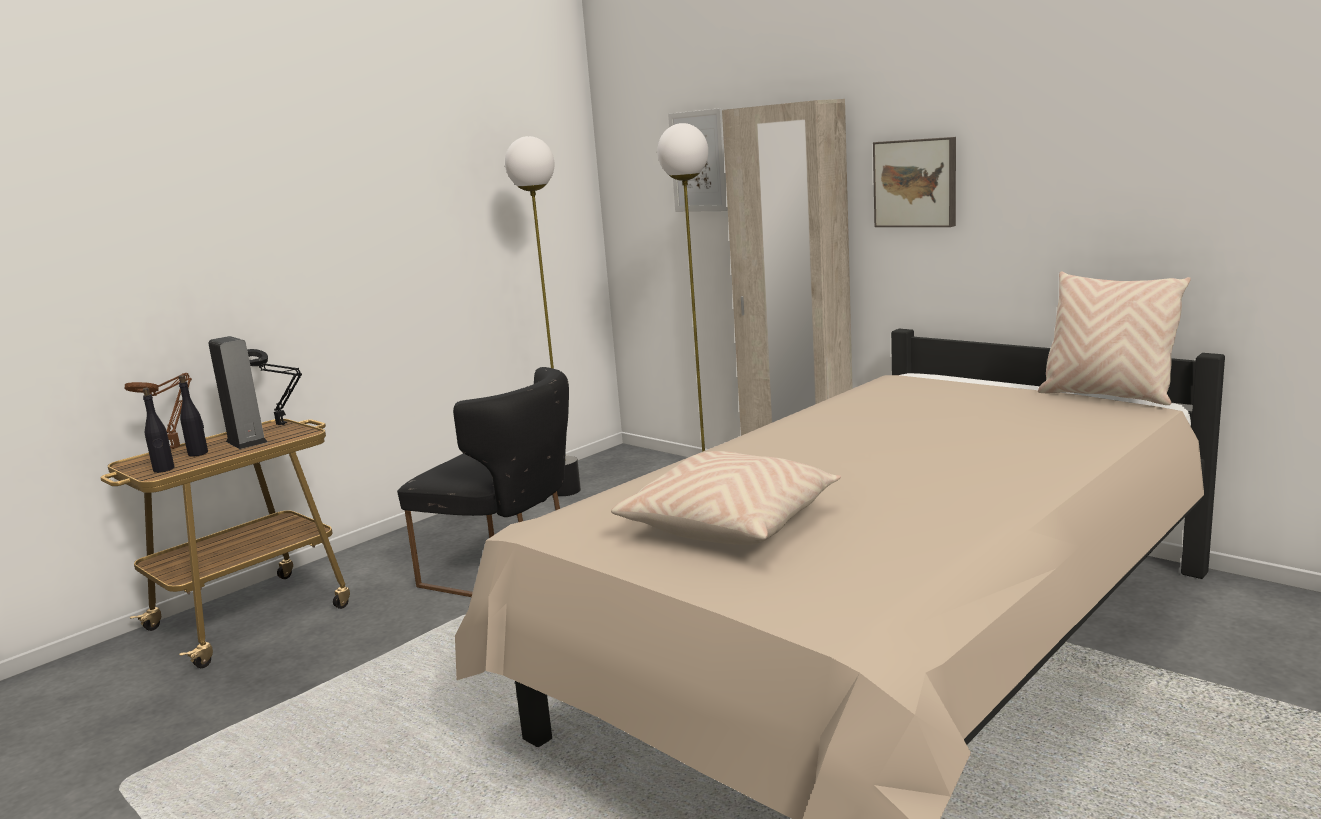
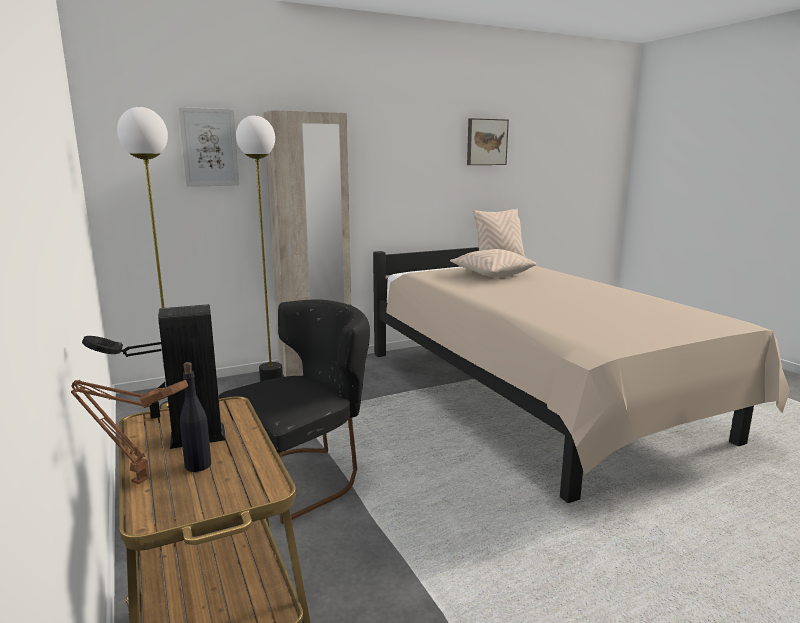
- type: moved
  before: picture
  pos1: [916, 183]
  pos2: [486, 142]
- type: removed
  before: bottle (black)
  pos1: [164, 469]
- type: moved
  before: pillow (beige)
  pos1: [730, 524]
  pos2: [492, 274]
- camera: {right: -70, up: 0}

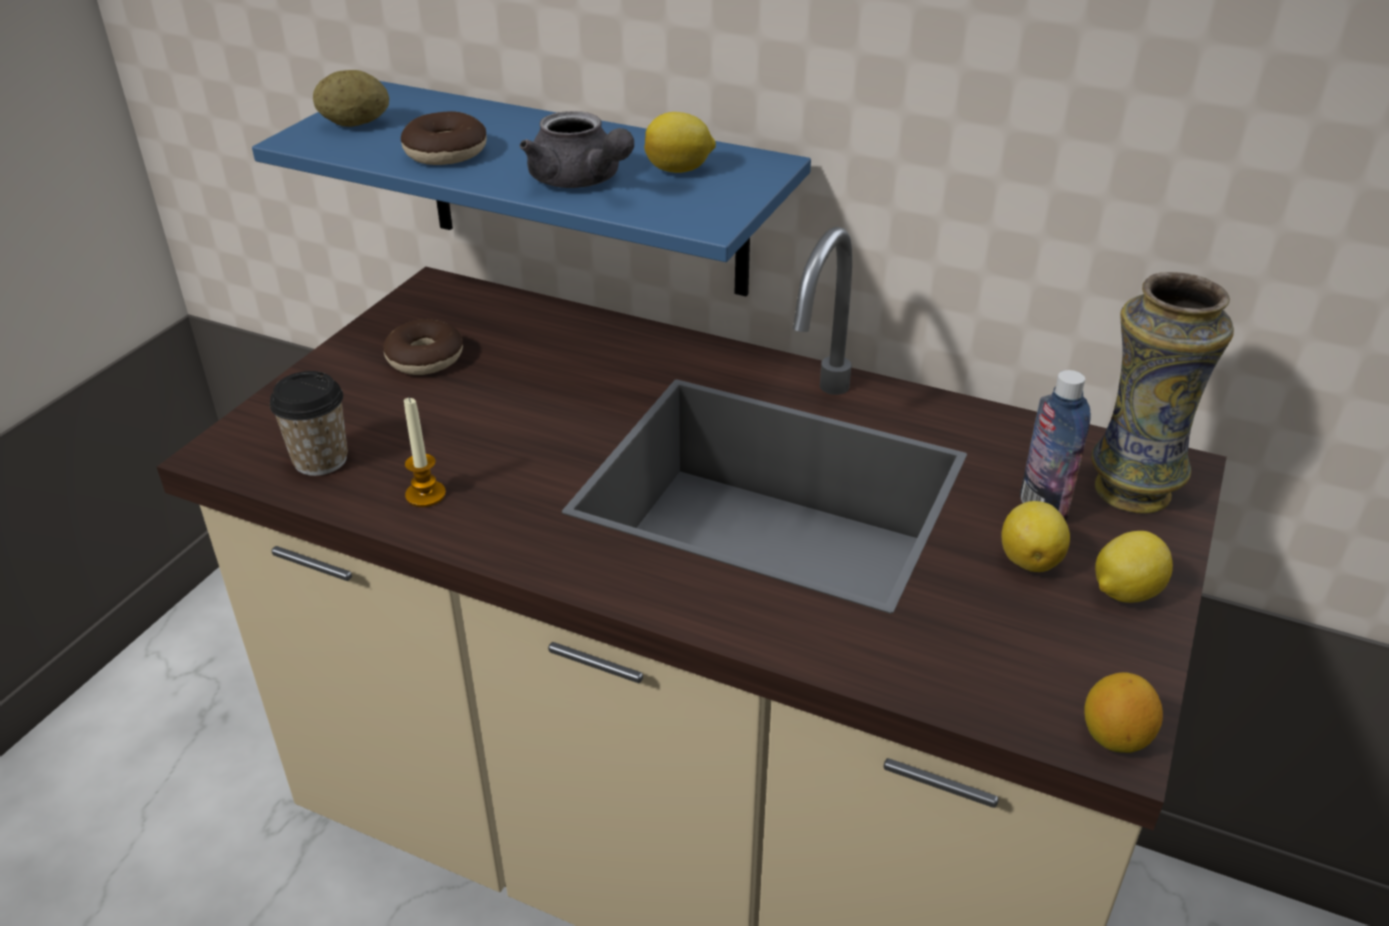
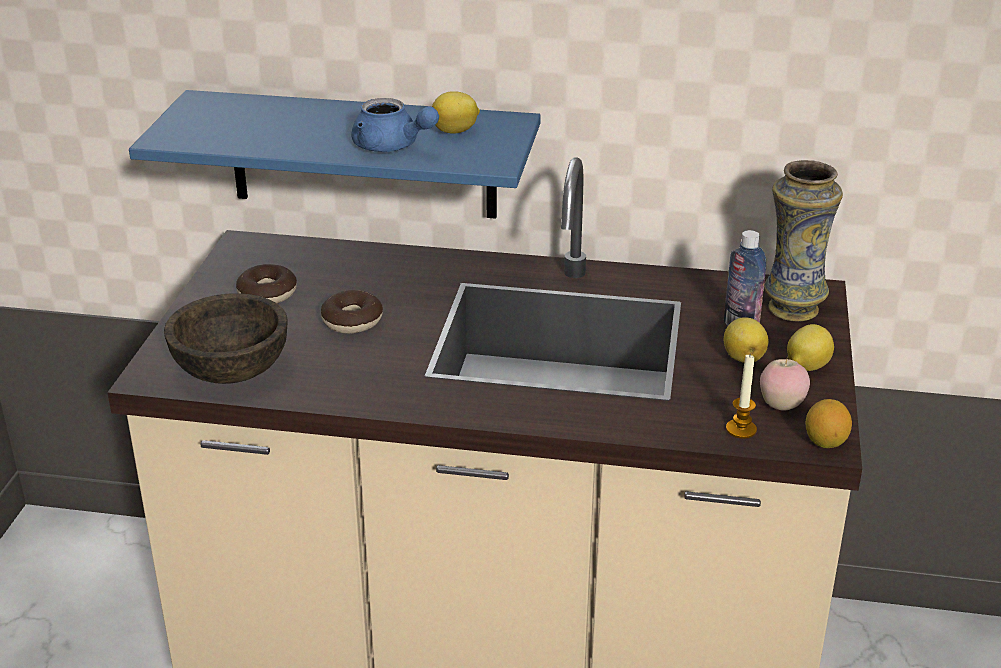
- type: removed
  before: potato
  pos1: [355, 124]
- type: moved
  before: donut
  pos1: [446, 152]
  pos2: [352, 321]
- type: recoloured
  before: teapot (grey)
  after: teapot (blue)
  pos1: [580, 181]
  pos2: [392, 146]
- type: replaced
  before: cup
  after: bowl (brown)
  pos1: [320, 460]
  pos2: [231, 370]
- type: moved
  before: candle
  pos1: [425, 495]
  pos2: [741, 429]
- type: added
  after: apple
  pos2: [781, 406]
- camera: {right: -15, up: -5}

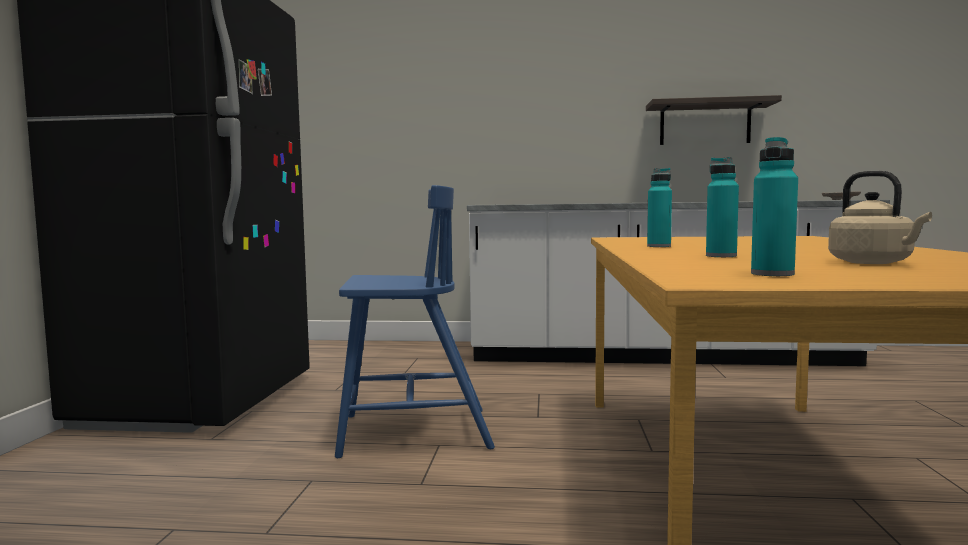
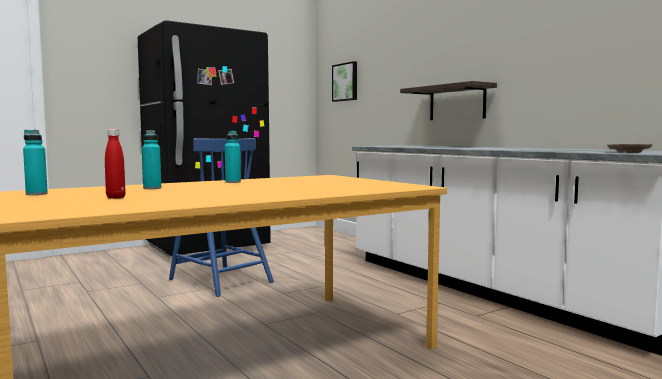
- type: moved
  before: shelf
  pos1: [705, 124]
  pos2: [457, 103]
- type: replaced
  before: kettle (beige)
  after: bottle (red)
  pos1: [874, 263]
  pos2: [116, 197]
- type: added
  after: picture
  pos2: [346, 82]
- camera: {right: 50, up: 0}

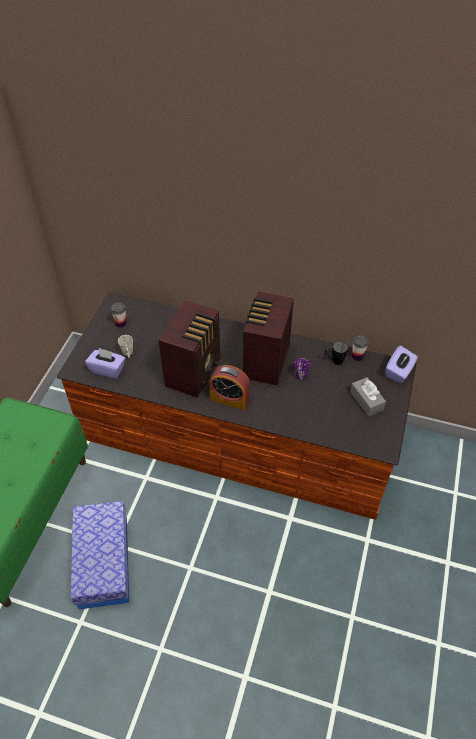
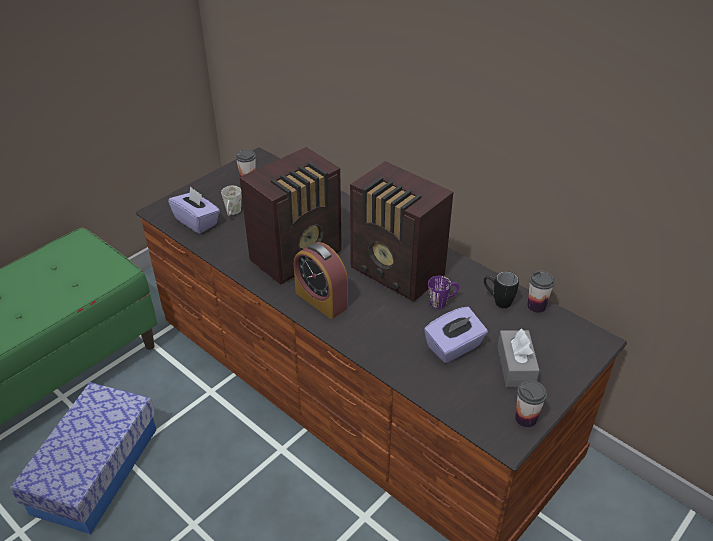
- type: turned
  before: radio
  pos1: [265, 362]
  pos2: [397, 273]
  turn: -90
- type: moved
  before: tissue box (purple)
  pos1: [399, 372]
  pos2: [454, 347]
- type: added
  after: cup
  pos2: [525, 418]
- camera: {right: 25, up: -10}

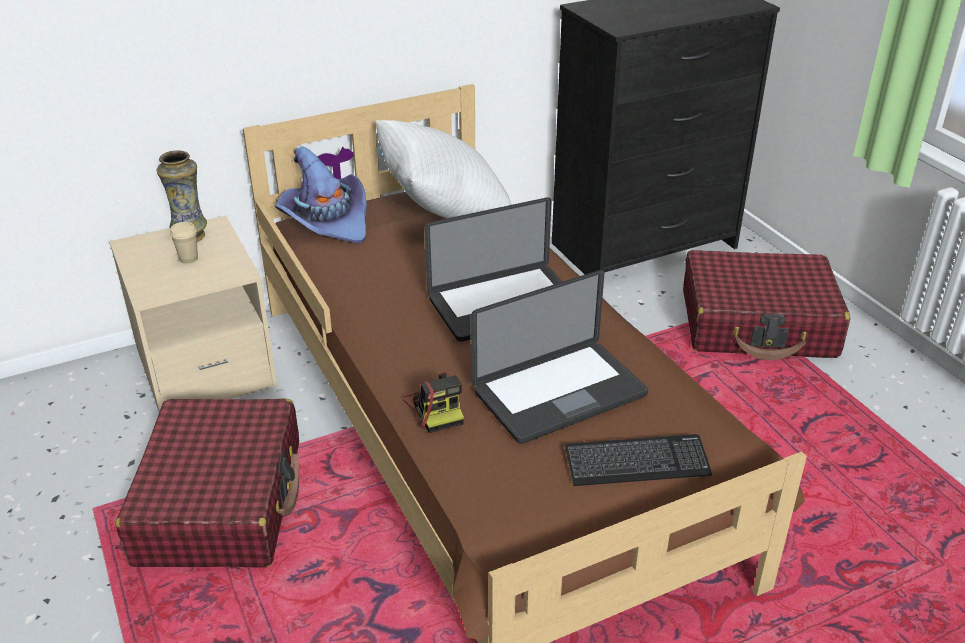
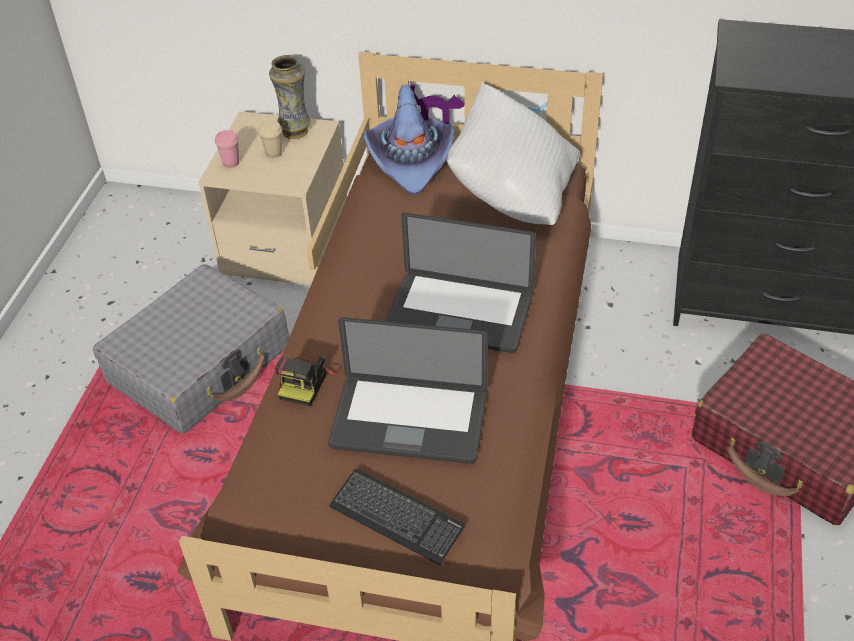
- type: recoloured
  before: suitcase (red)
  after: suitcase (grey)
  pos1: [221, 501]
  pos2: [200, 364]
- type: added
  after: cup (pink)
  pos2: [231, 163]
- camera: {right: 40, up: 10}

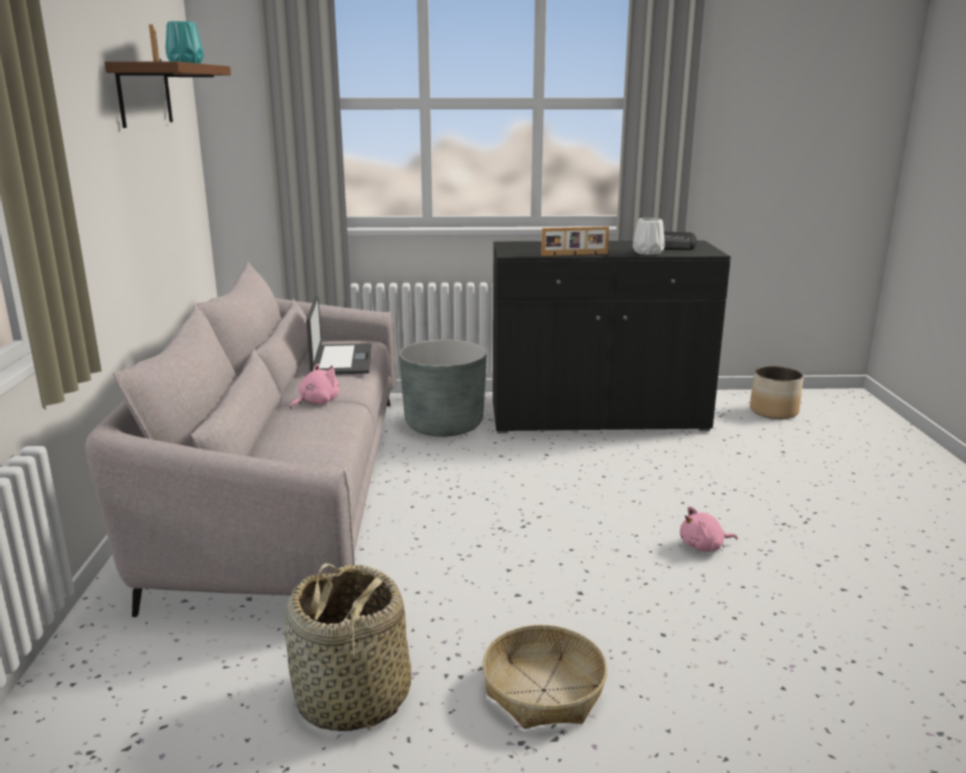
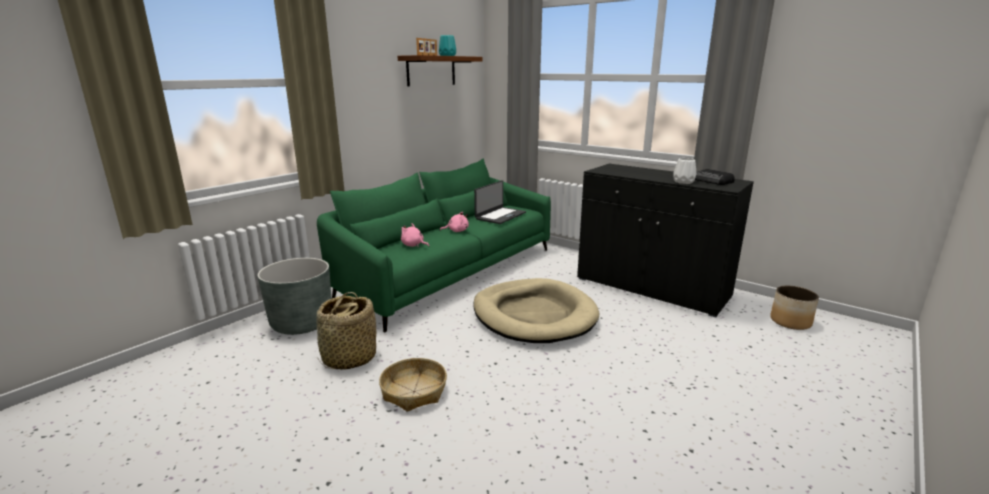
- type: removed
  before: picture frame
  pos1: [575, 254]
- type: recoloured
  before: sofa (grey)
  after: sofa (green)
  pos1: [287, 488]
  pos2: [447, 272]
- type: moved
  before: planter (grey)
  pos1: [444, 425]
  pos2: [302, 323]
- type: moved
  before: plush toy (pink)
  pos1: [704, 546]
  pos2: [413, 245]
- type: added
  after: dog bed (beige)
  pos2: [534, 315]
- camera: {right: 40, up: 0}

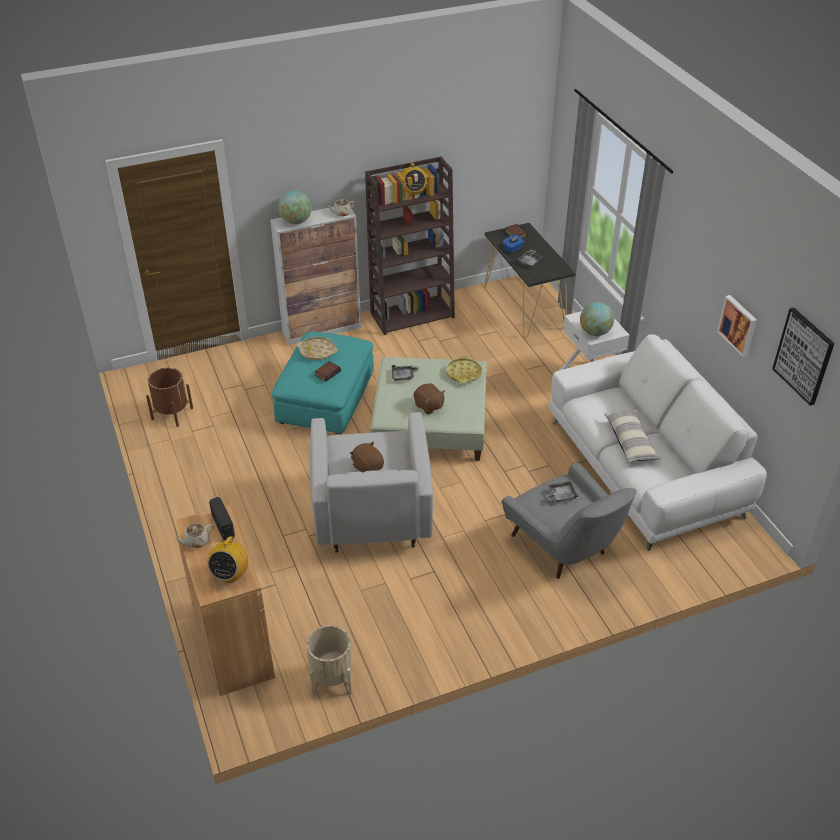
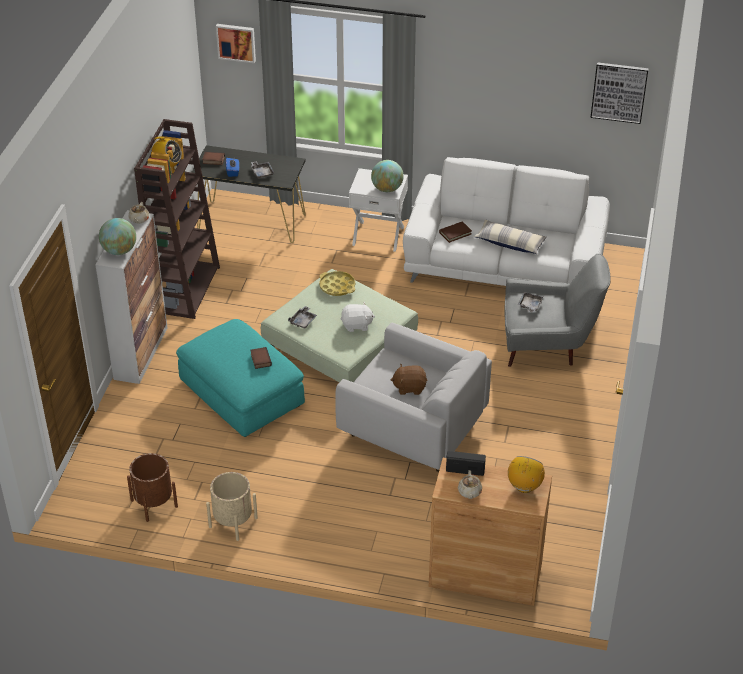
- type: moved
  before: picture
  pos1: [738, 325]
  pos2: [236, 42]
- type: removed
  before: tray (beige)
  pos1: [317, 351]
- type: recoloured
  before: plush toy (brown)
  after: plush toy (white)
  pos1: [429, 406]
  pos2: [357, 325]
- type: turned
  before: radio
  pos1: [230, 575]
  pos2: [524, 487]
  turn: -120
- type: moved
  before: planter (beige)
  pos1: [331, 678]
  pos2: [233, 522]
- type: added
  after: book (brown)
  pos2: [455, 233]
- camera: {right: -55, up: 0}

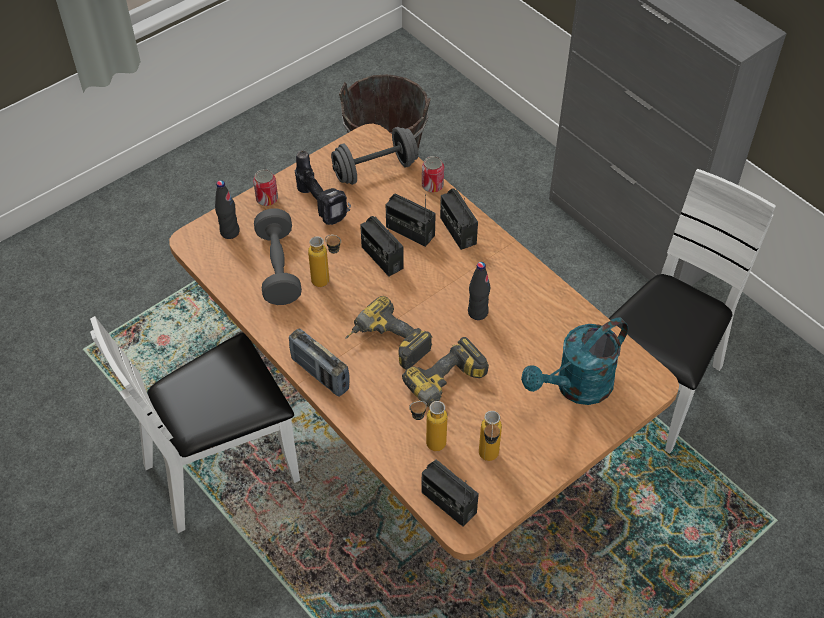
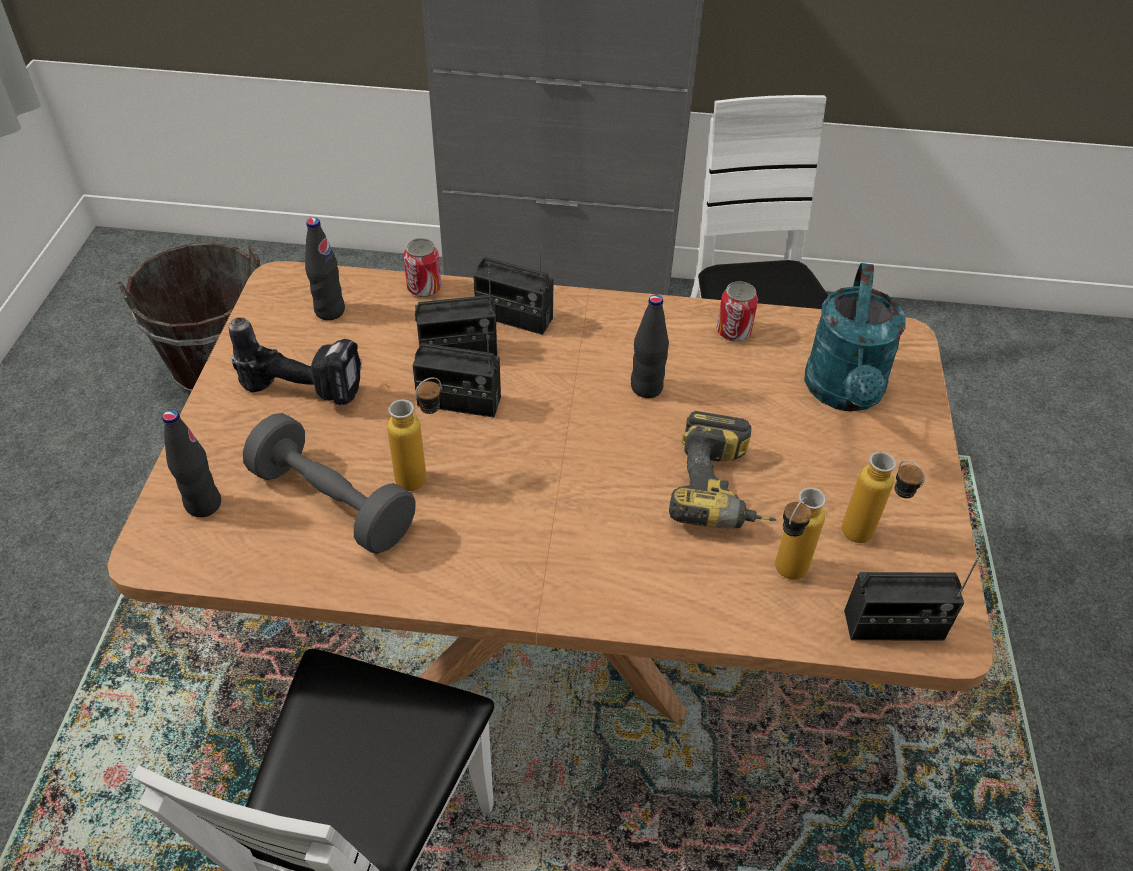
- type: replaced
  before: dumbbell (grey)
  after: bottle (black)
  pos1: [375, 170]
  pos2: [330, 311]
- type: moved
  before: can
  pos1: [267, 199]
  pos2: [733, 332]
- type: removed
  before: power drill
  pos1: [386, 344]
- type: removed
  before: radio
  pos1: [320, 374]
- camera: {right: -45, up: -5}

